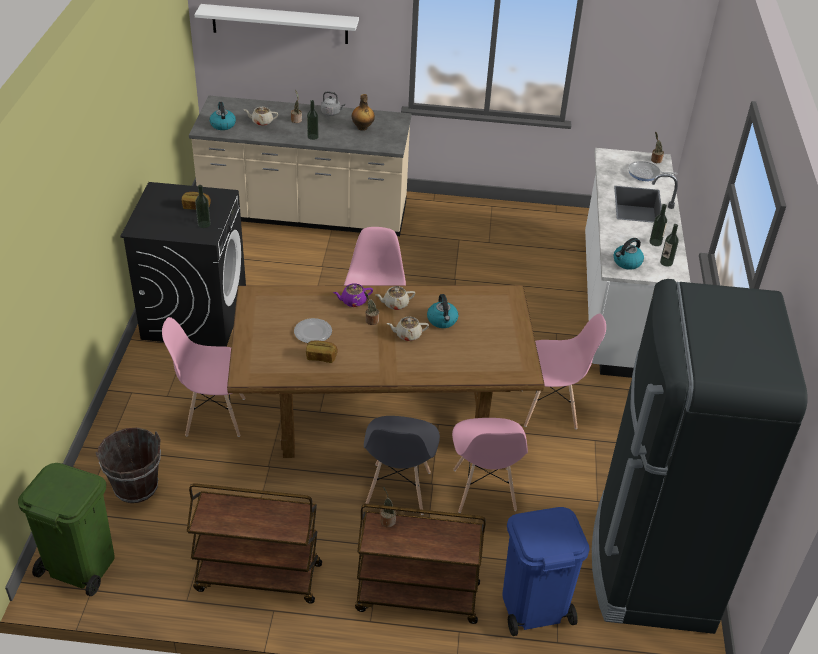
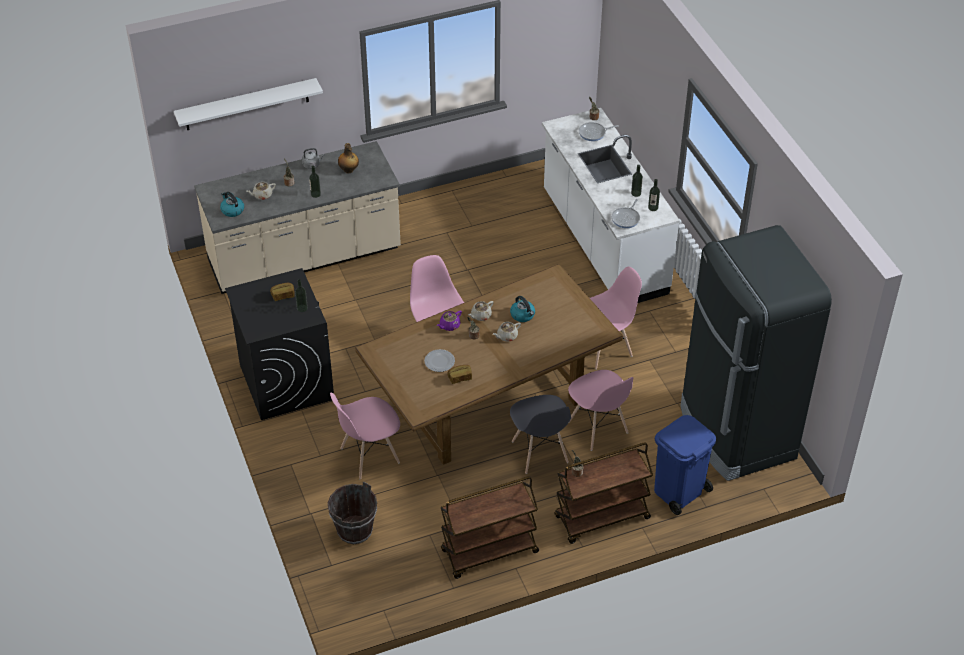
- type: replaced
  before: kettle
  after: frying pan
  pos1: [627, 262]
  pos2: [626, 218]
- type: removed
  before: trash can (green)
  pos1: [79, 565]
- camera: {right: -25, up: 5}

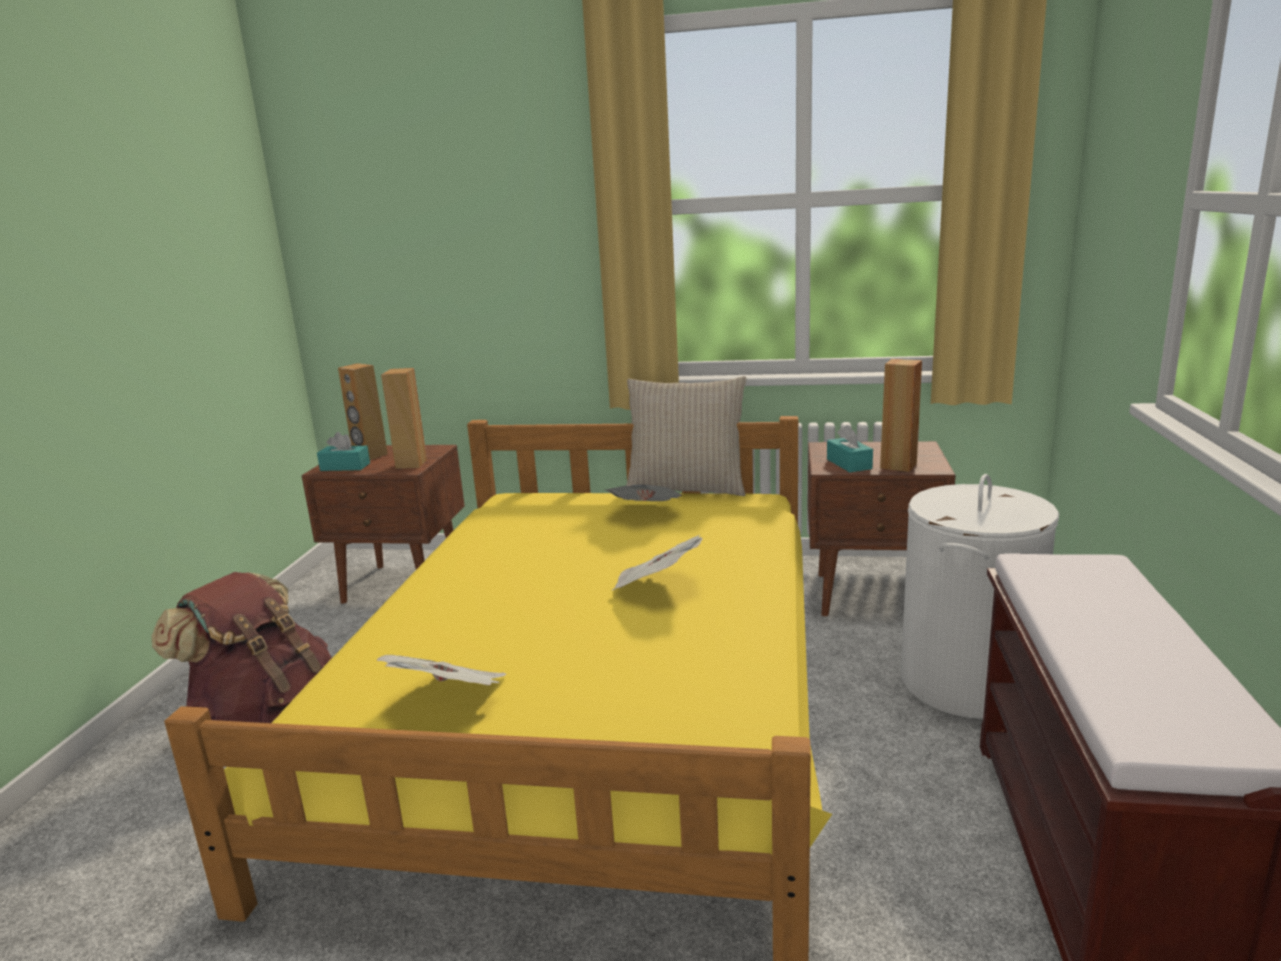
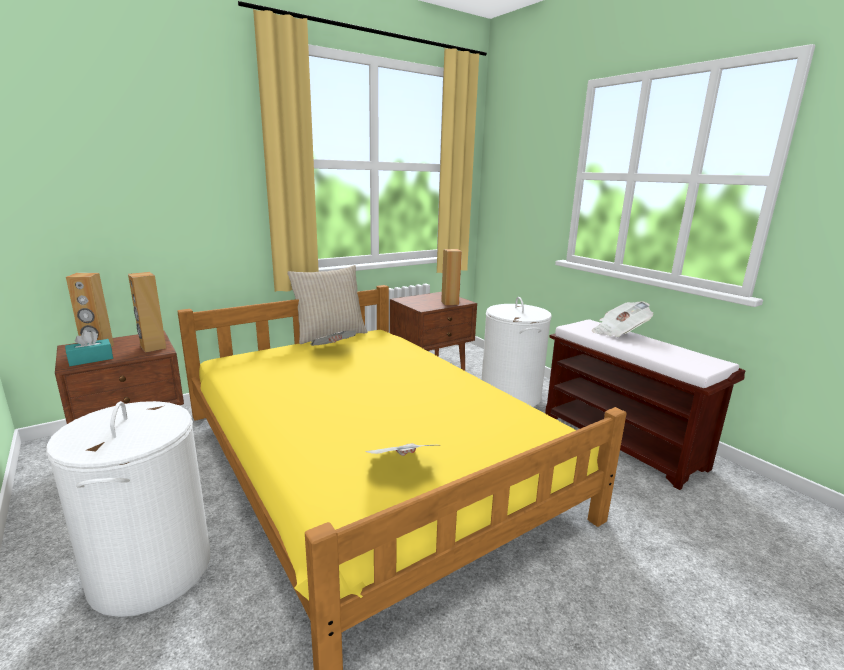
- type: removed
  before: tissue box (turquoise)
  pos1: [849, 464]
- type: moved
  before: newspaper
  pos1: [656, 586]
  pos2: [619, 332]
- type: replaced
  before: backpack (brown)
  after: laundry basket (white)
  pos1: [266, 718]
  pos2: [151, 570]
- camera: {right: -45, up: 0}

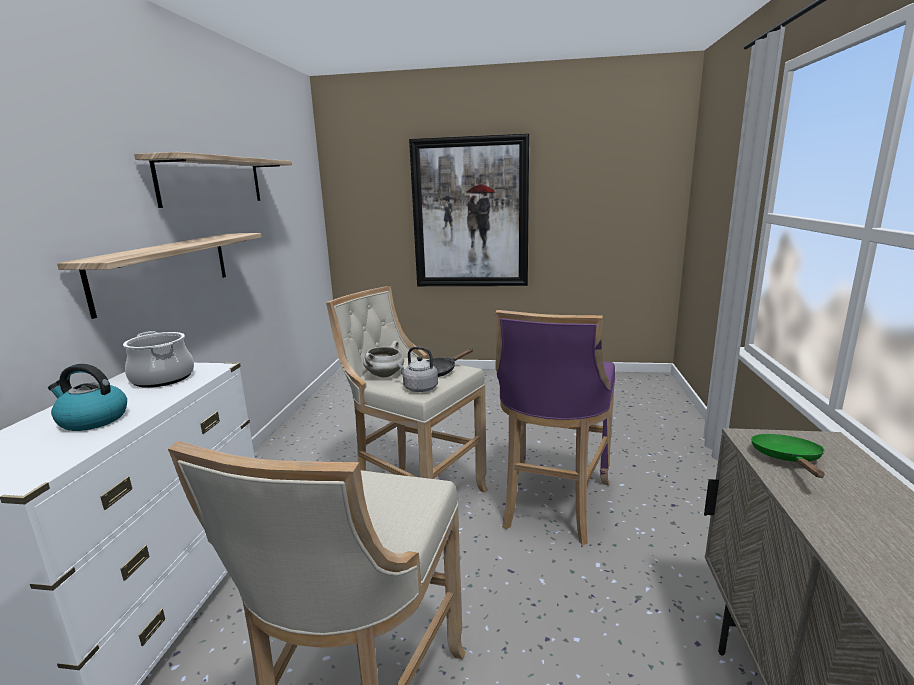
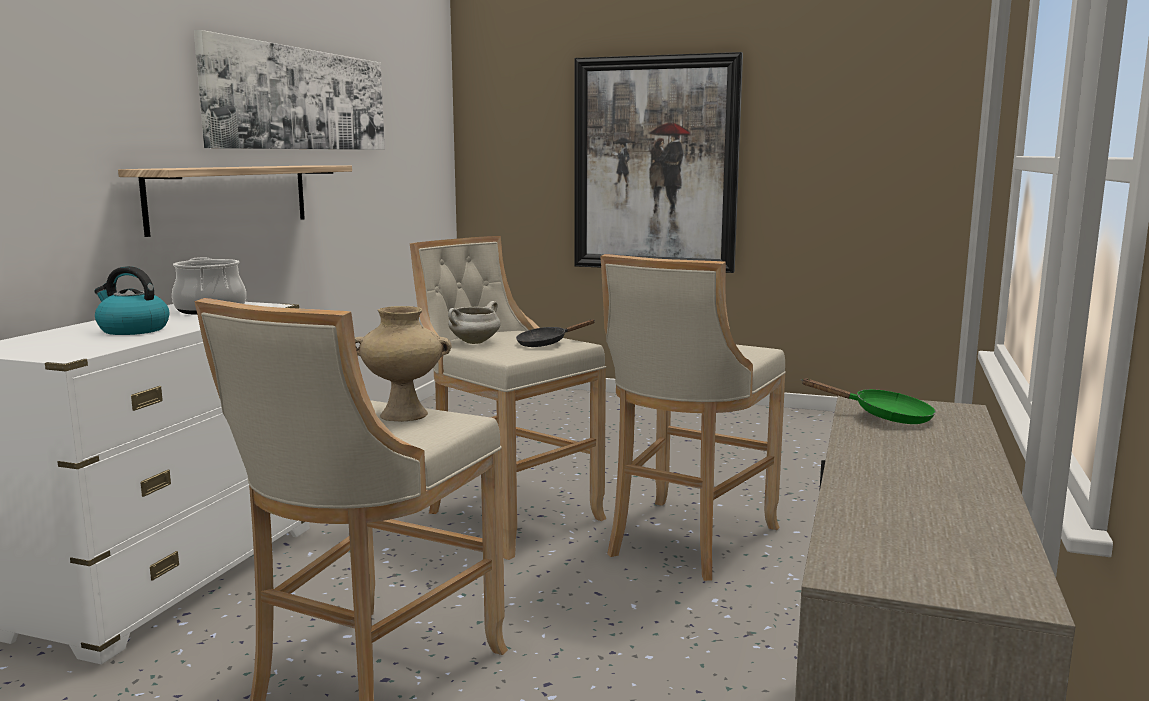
- type: replaced
  before: shelf
  after: picture
  pos1: [213, 181]
  pos2: [300, 99]
- type: recoloured
  before: stool (purple)
  after: stool (beige)
  pos1: [552, 505]
  pos2: [685, 542]
- type: removed
  before: kettle (grey)
  pos1: [419, 388]
- type: turned
  before: frying pan (green)
  pos1: [787, 459]
  pos2: [884, 416]
  turn: 90
- type: added
  after: vase (beige)
  pos2: [405, 414]
- camera: {right: 10, up: -5}

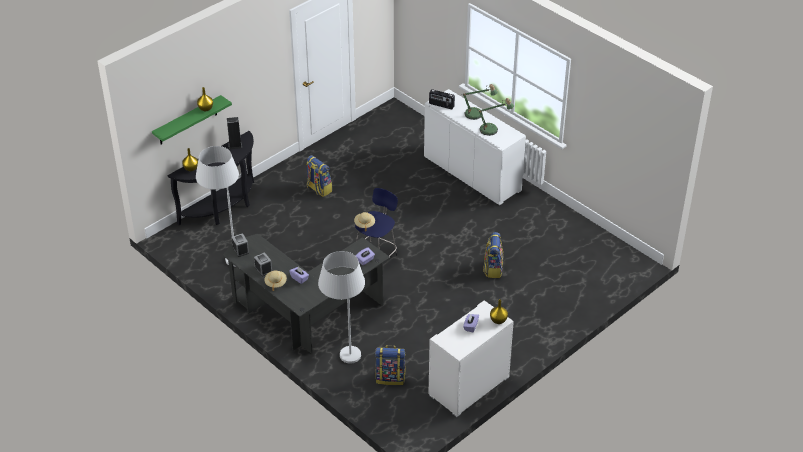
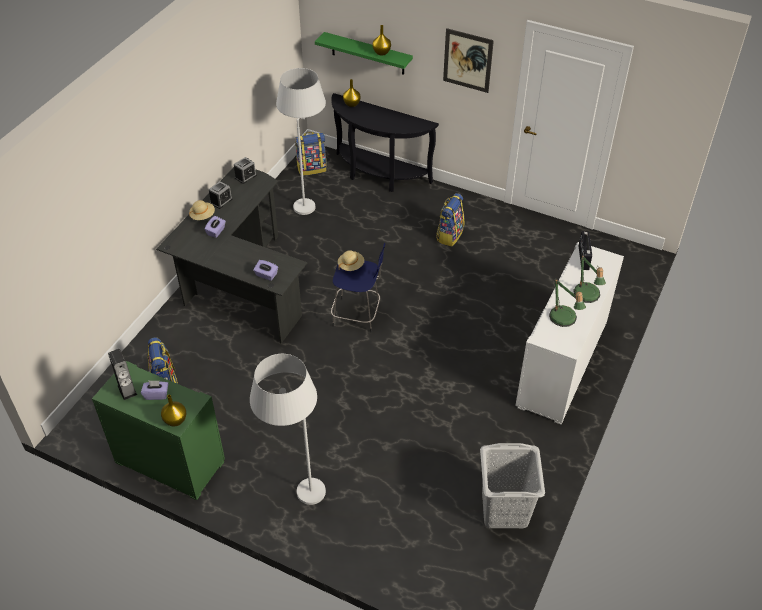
- type: moved
  before: speaker
  pos1: [235, 146]
  pos2: [127, 390]
- type: moved
  before: backpack
  pos1: [493, 268]
  pos2: [312, 168]
- type: moved
  before: floor lamp (white)
  pos1: [345, 363]
  pos2: [295, 491]
- type: recoloured
  before: dresser (white)
  after: dresser (green)
  pos1: [469, 387]
  pos2: [169, 462]
- type: added
  after: picture
  pos2: [467, 60]
- type: added
  after: laundry basket (grey)
  pos2: [504, 510]
- camera: {right: 70, up: 5}

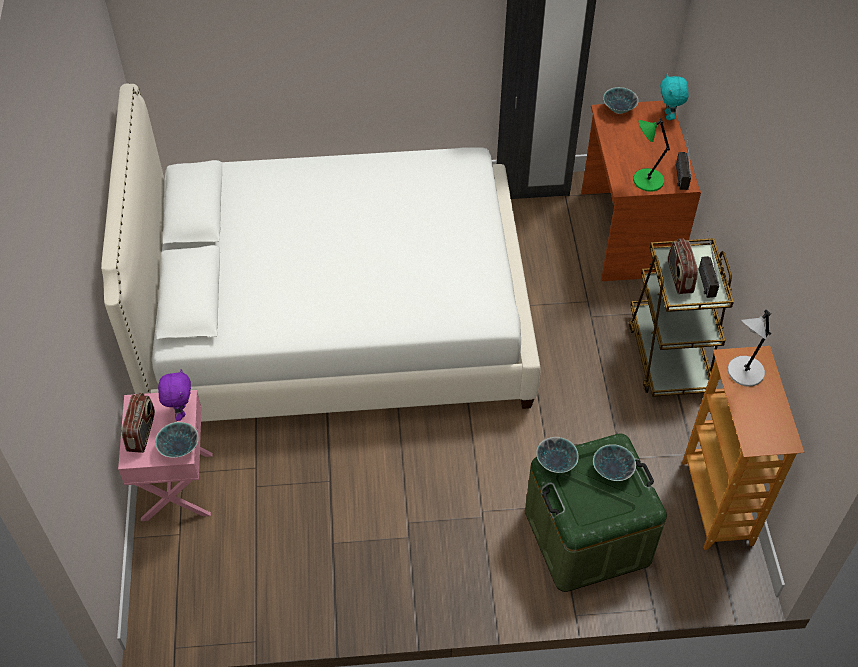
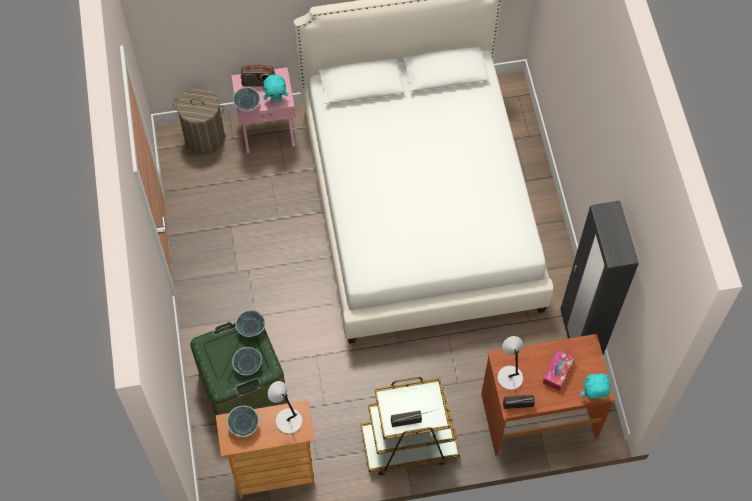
- type: moved
  before: bowl
  pos1: [618, 110]
  pos2: [244, 425]
- type: recoloured
  before: table lamp (green)
  after: table lamp (grey)
  pos1: [646, 181]
  pos2: [509, 376]
- type: removed
  before: radio
  pos1: [679, 277]
- type: recoloured
  before: plush toy (purple)
  after: plush toy (turquoise)
  pos1: [180, 411]
  pos2: [276, 100]
- type: added
  after: laundry basket
  pos2: [205, 137]
- type: added
  after: tissue box
  pos2: [558, 372]
- camera: {right: 85, up: 10}

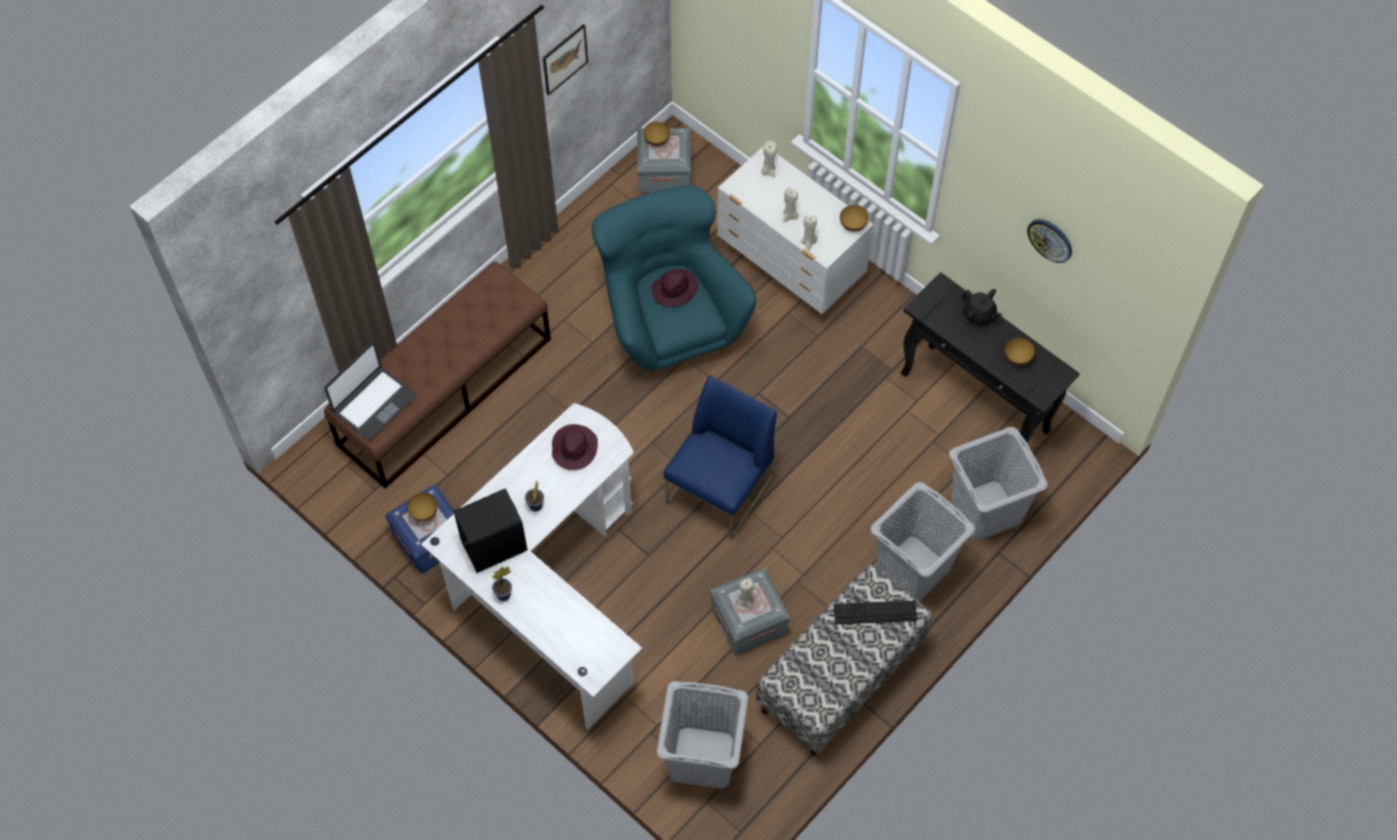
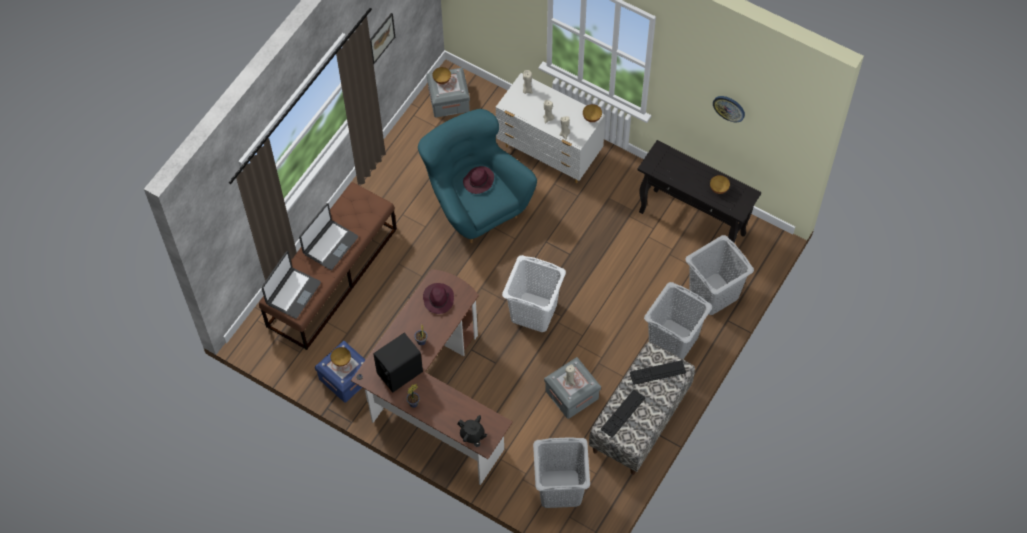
- type: moved
  before: teapot (black)
  pos1: [978, 315]
  pos2: [472, 434]
- type: replaced
  before: chair (blue)
  after: laundry basket (white)
  pos1: [720, 491]
  pos2: [534, 312]
- type: recoloured
  before: desk (white)
  after: desk (brown)
  pos1: [549, 589]
  pos2: [433, 397]
- type: added
  after: laptop
  pos2: [330, 245]
- type: added
  after: keyboard
  pos2: [623, 413]
- camera: {right: -10, up: 0}

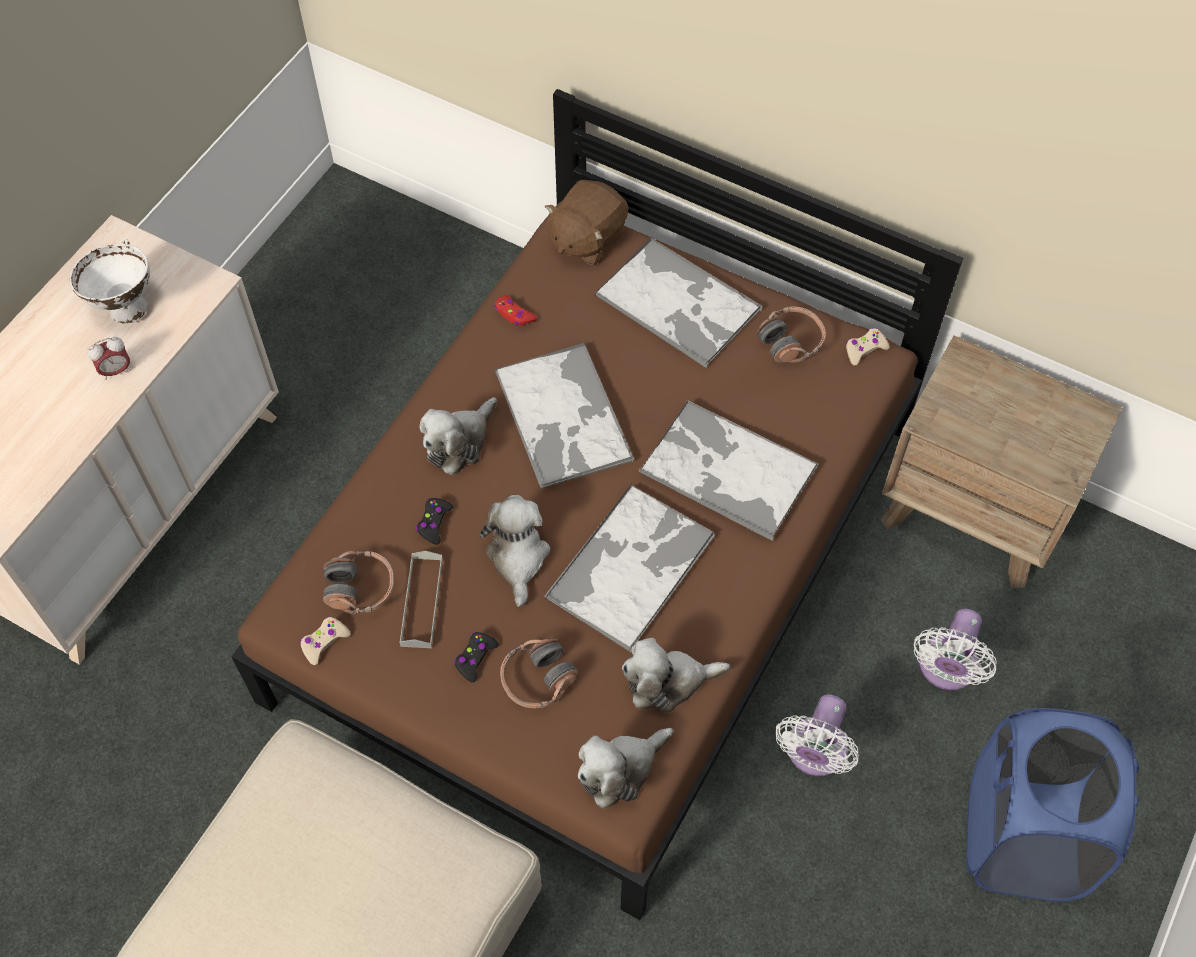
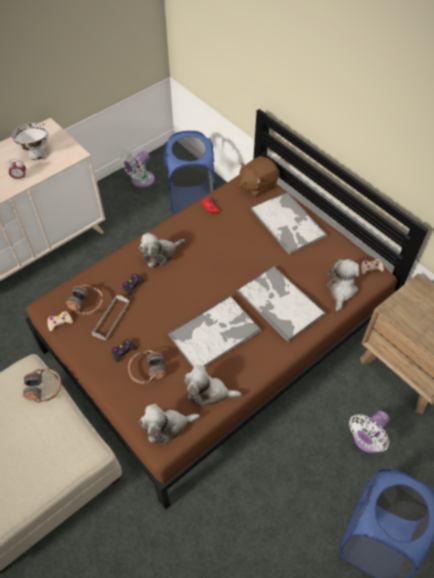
- type: moved
  before: headphones
  pos1: [791, 342]
  pos2: [44, 389]
- type: removed
  before: tray
  pos1: [563, 417]
- type: moved
  before: plush toy
  pos1: [517, 557]
  pos2: [341, 290]
- type: moved
  before: fan (white)
  pos1: [814, 753]
  pos2: [140, 181]
- type: added
  after: laundry basket (blue)
  pos2: [191, 203]
- camera: {right: 20, up: -5}

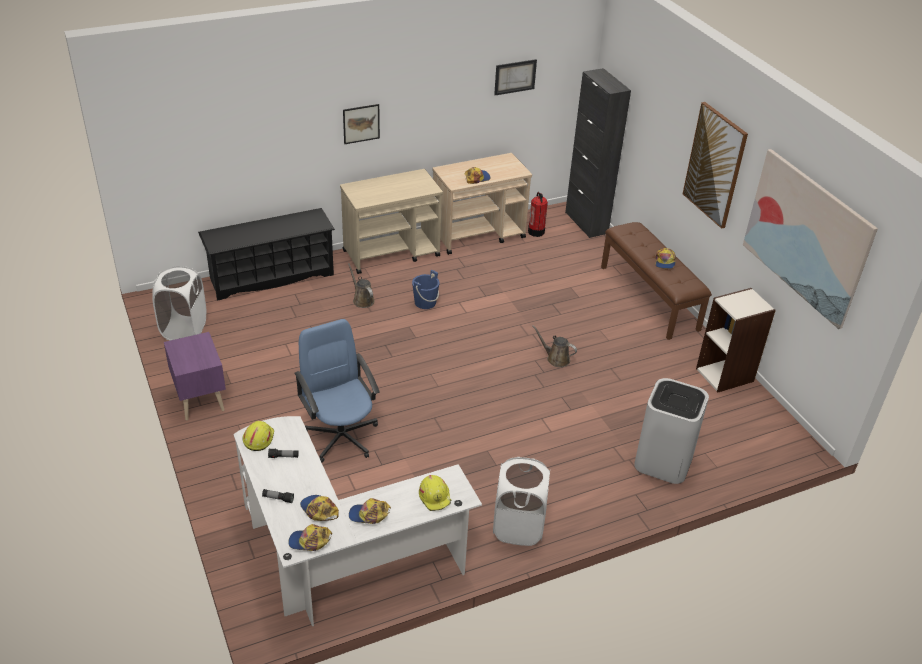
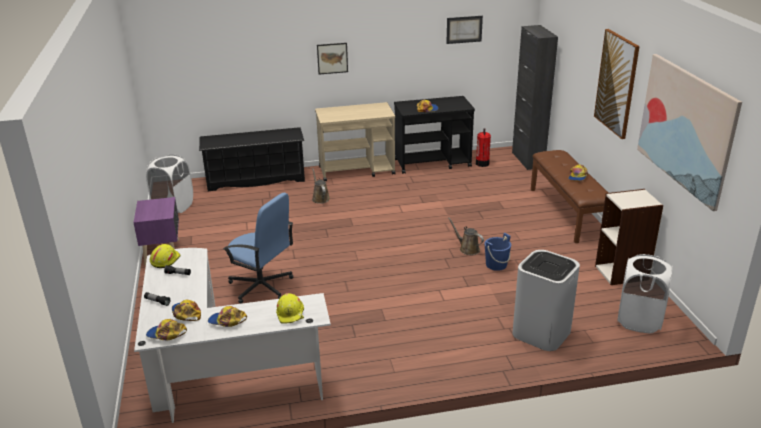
- type: recoloured
  before: cart (beige)
  after: cart (black)
  pos1: [478, 235]
  pos2: [433, 163]
- type: moved
  before: bucket (blue)
  pos1: [425, 302]
  pos2: [496, 265]
- type: turned
  before: office chair (blue)
  pos1: [341, 436]
  pos2: [261, 287]
  turn: 135
- type: moved
  before: laundry basket (white)
  pos1: [518, 527]
  pos2: [639, 320]
- camera: {right: 15, up: -10}

